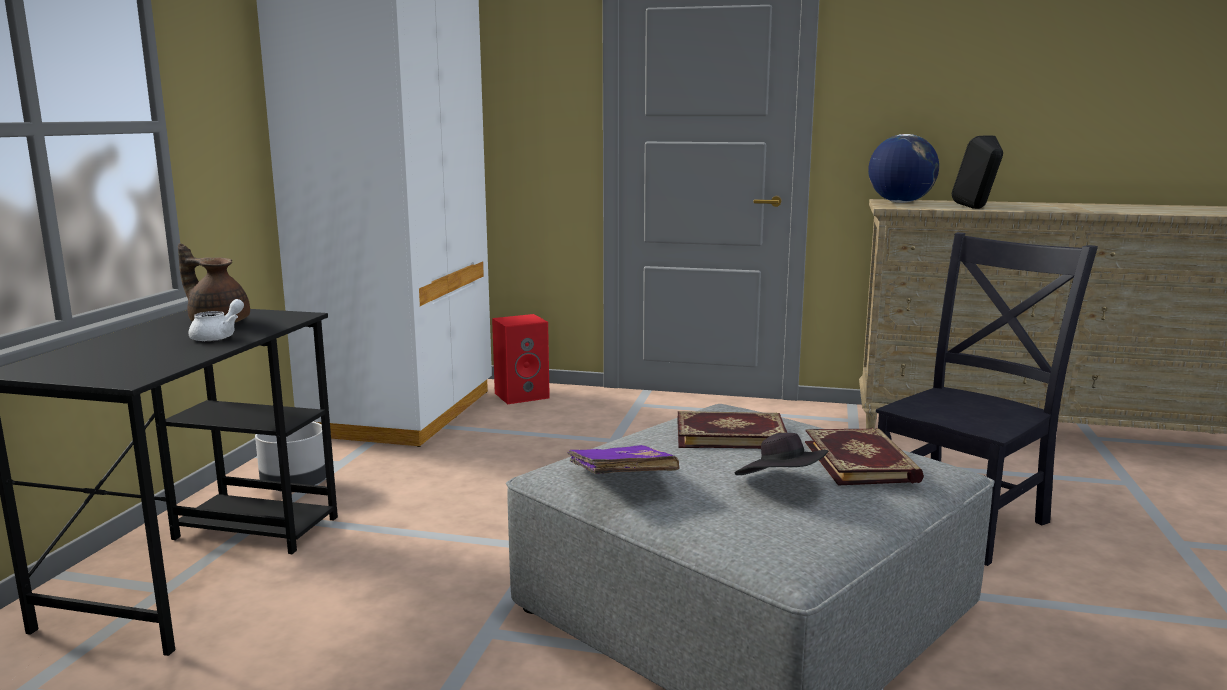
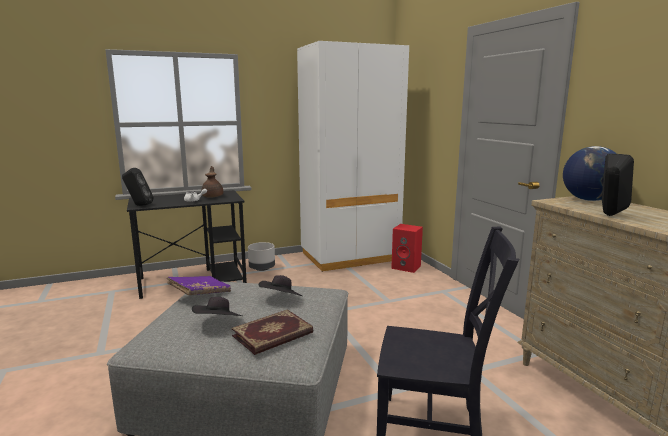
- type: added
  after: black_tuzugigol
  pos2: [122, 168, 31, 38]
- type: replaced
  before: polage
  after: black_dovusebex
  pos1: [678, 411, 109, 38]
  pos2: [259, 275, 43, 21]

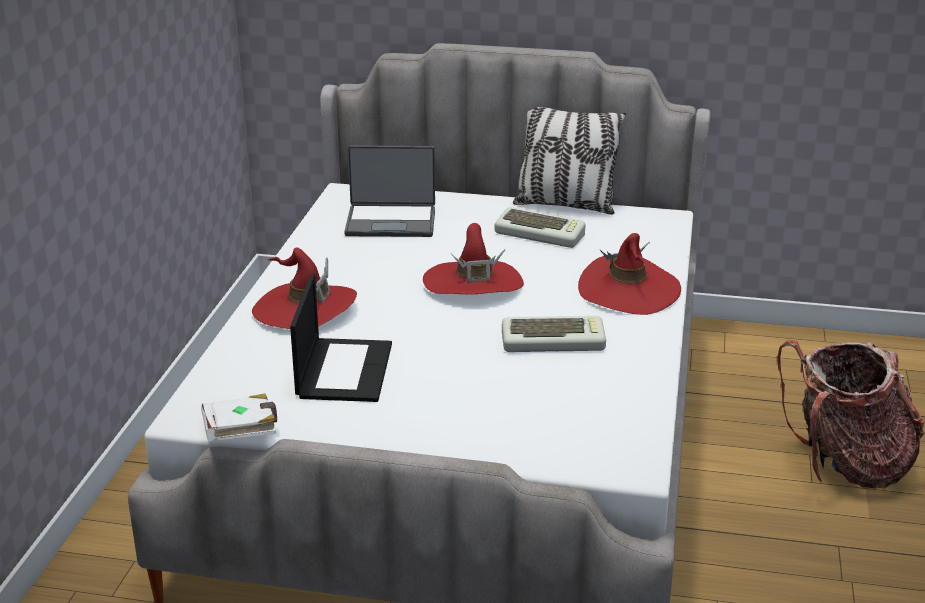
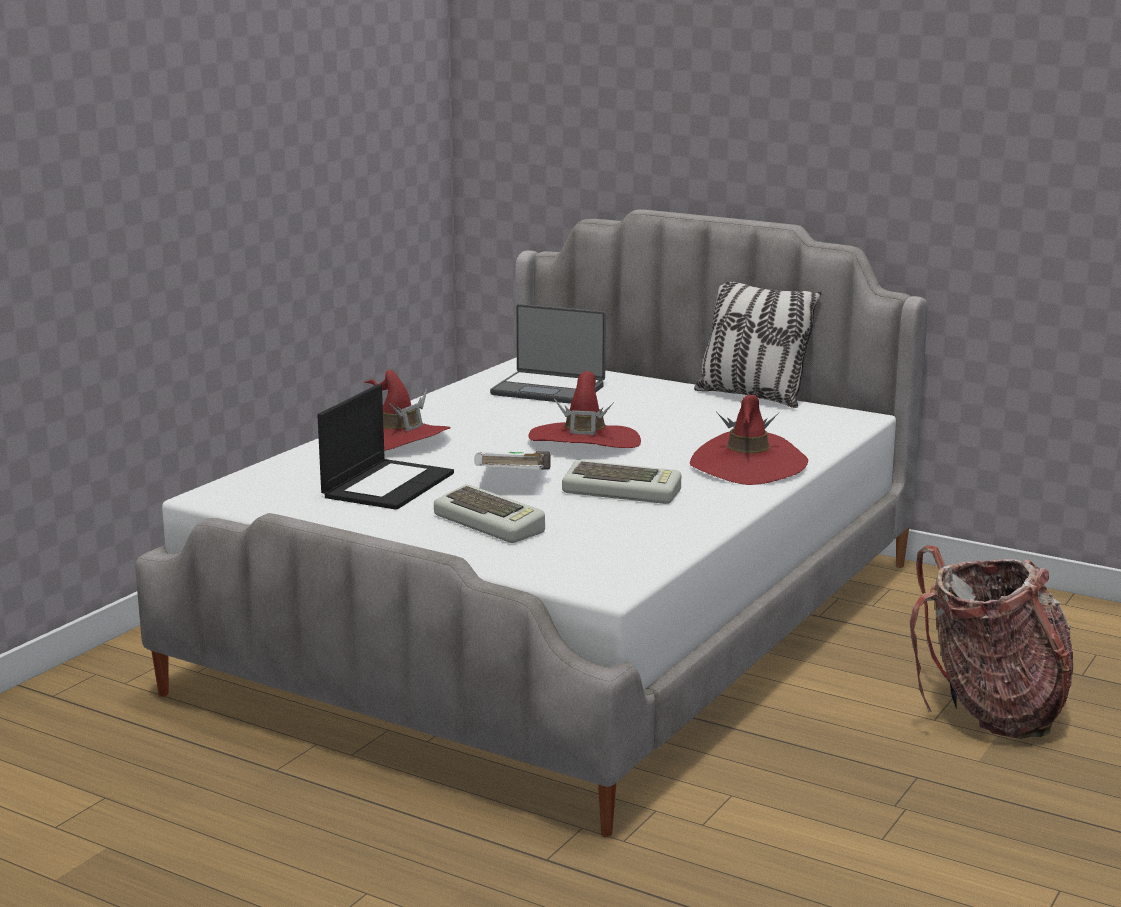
- type: moved
  before: white_polage
  pos1: [201, 393, 76, 48]
  pos2: [474, 451, 77, 19]
- type: moved
  before: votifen
  pos1: [495, 207, 90, 41]
  pos2: [434, 484, 111, 59]

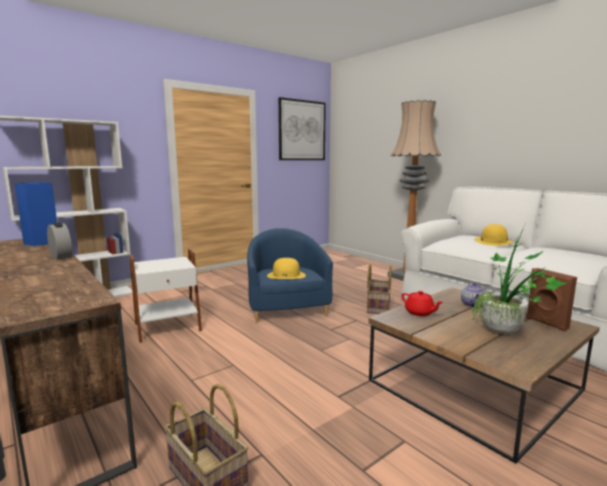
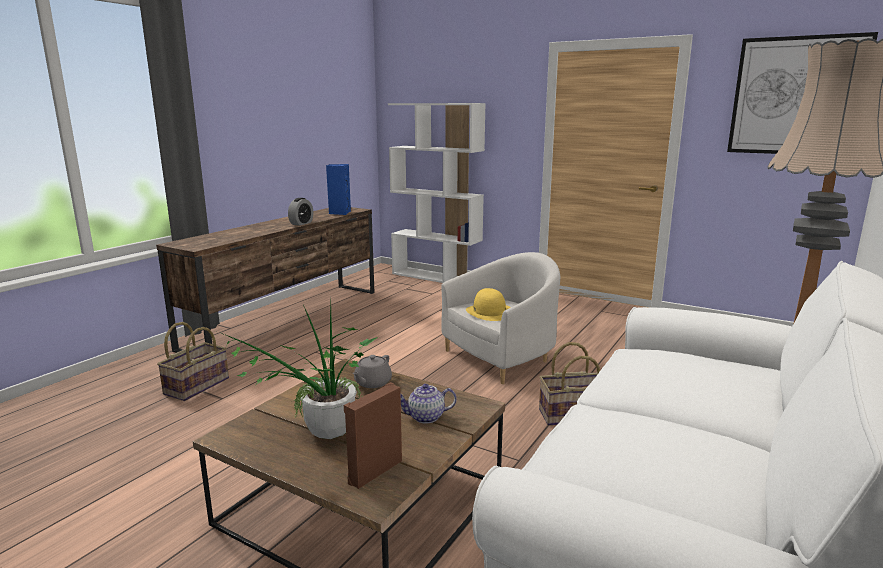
- type: removed
  before: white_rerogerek
  pos1: [129, 249, 73, 94]
- type: removed
  before: yellow_dovusebex
  pos1: [475, 224, 39, 22]
- type: recoloured
  before: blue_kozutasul
  after: white_kozutasul
  pos1: [247, 228, 86, 95]
  pos2: [441, 252, 119, 132]
- type: recoloured
  before: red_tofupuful
  after: grey_tofupuful
  pos1: [401, 291, 42, 25]
  pos2: [353, 355, 39, 33]

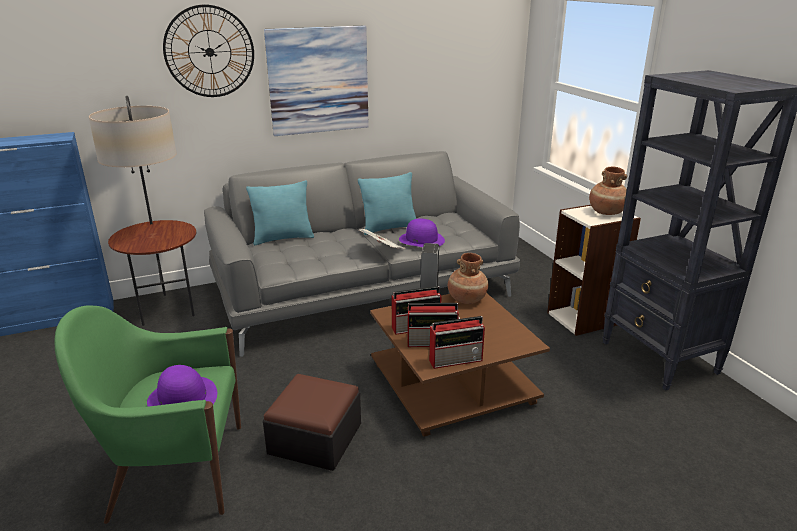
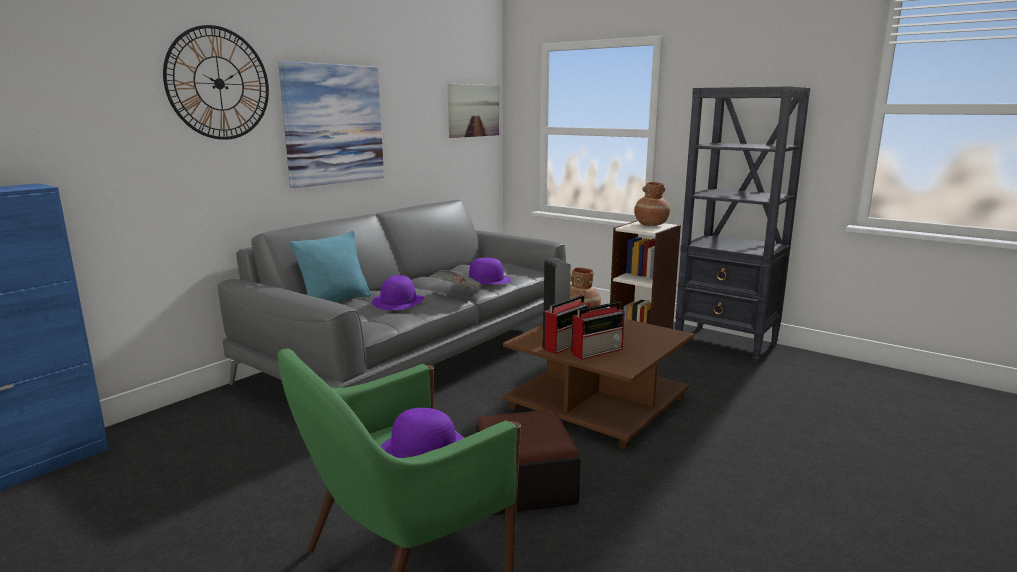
- type: removed
  before: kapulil
  pos1: [89, 96, 107, 230]
- type: removed
  before: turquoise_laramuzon
  pos1: [358, 172, 58, 63]
- type: removed
  before: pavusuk
  pos1: [429, 316, 56, 53]
- type: added
  after: purple_dovusebex
  pos2: [372, 275, 52, 35]
- type: added
  after: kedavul
  pos2: [448, 84, 51, 54]

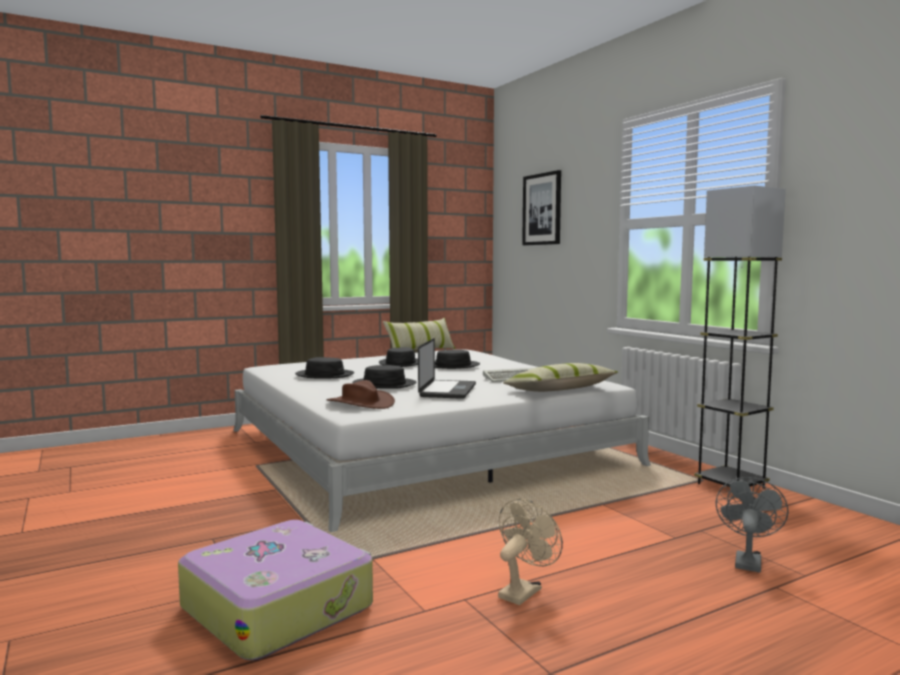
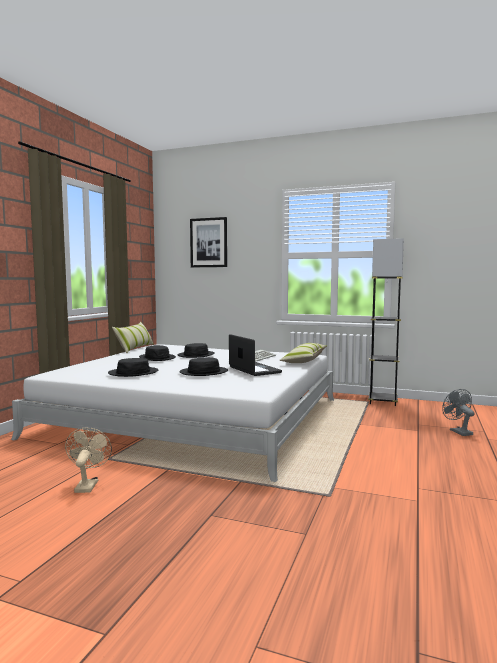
- type: removed
  before: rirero
  pos1: [178, 520, 195, 140]
- type: removed
  before: brown_dovusebex
  pos1: [327, 380, 68, 29]
- type: moved
  before: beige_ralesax
  pos1: [498, 499, 65, 106]
  pos2: [65, 427, 47, 66]

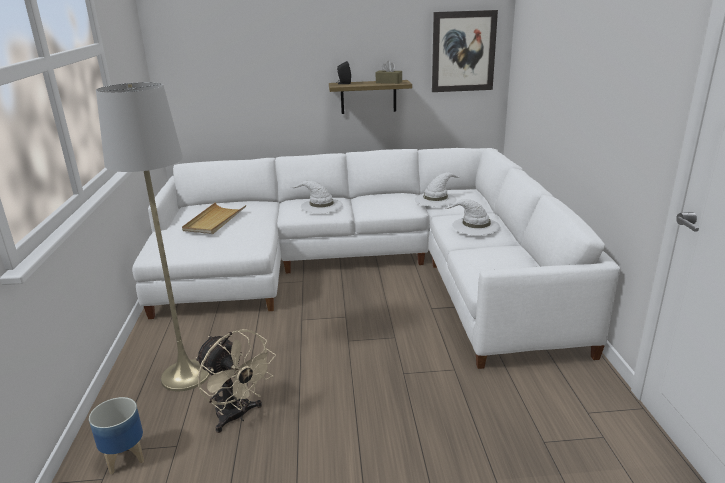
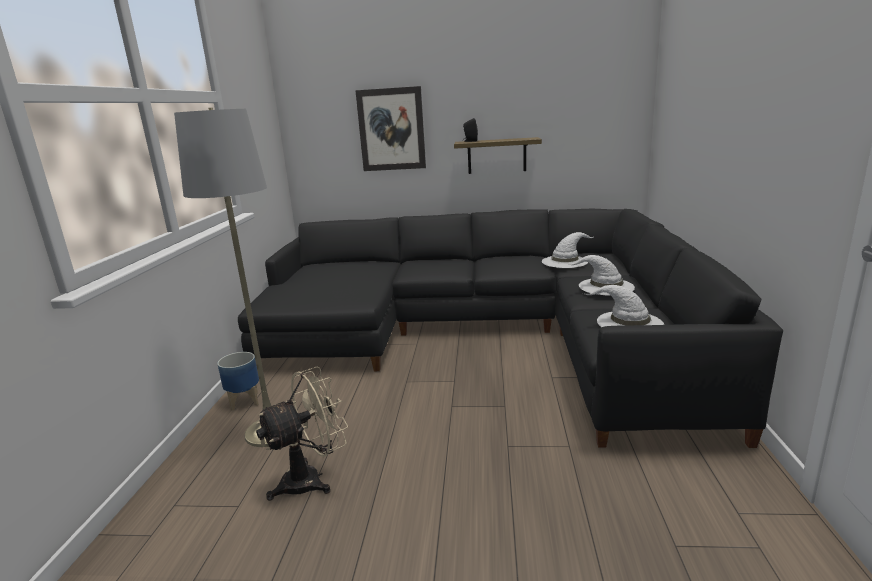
- type: removed
  before: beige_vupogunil
  pos1: [182, 202, 64, 32]
- type: removed
  before: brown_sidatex
  pos1: [376, 61, 26, 23]
- type: moved
  before: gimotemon
  pos1: [89, 397, 55, 77]
  pos2: [217, 352, 42, 59]
- type: moved
  before: white_dovusebex
  pos1: [291, 181, 52, 32]
  pos2: [583, 285, 81, 42]
- type: moved
  before: kedavul
  pos1: [432, 10, 66, 82]
  pos2: [355, 86, 71, 85]
- type: recoloured
  before: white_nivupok
  after: black_nivupok
  pos1: [132, 148, 489, 221]
  pos2: [238, 209, 545, 239]
- type: turned
  before: beige_ralesax
  pos1: [196, 329, 80, 104]
  pos2: [256, 366, 92, 135]
  turn: -90

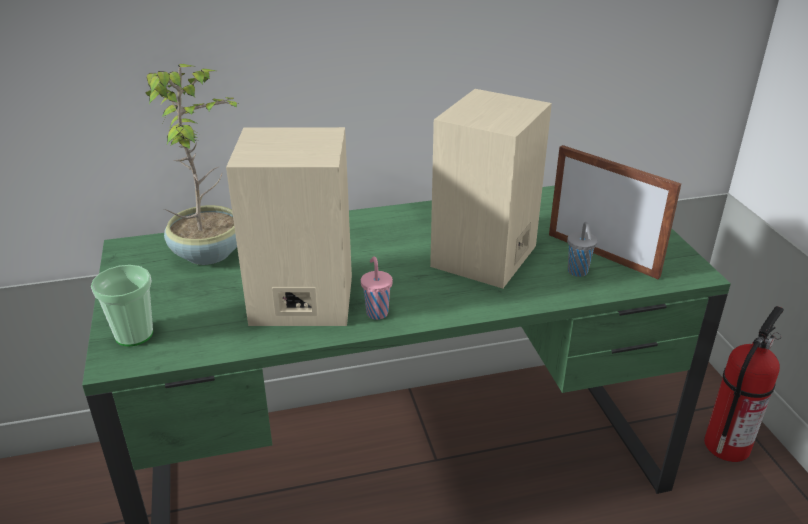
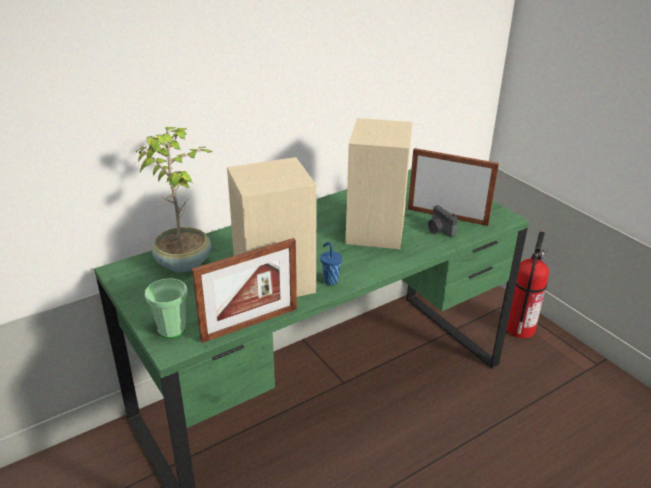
- type: added
  after: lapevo
  pos2: [192, 238, 105, 105]
- type: replaced
  before: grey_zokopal
  after: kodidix
  pos1: [567, 222, 31, 55]
  pos2: [428, 205, 29, 32]
- type: recoloured
  before: pink_zokopal
  after: blue_zokopal
  pos1: [361, 256, 32, 64]
  pos2: [320, 242, 22, 43]

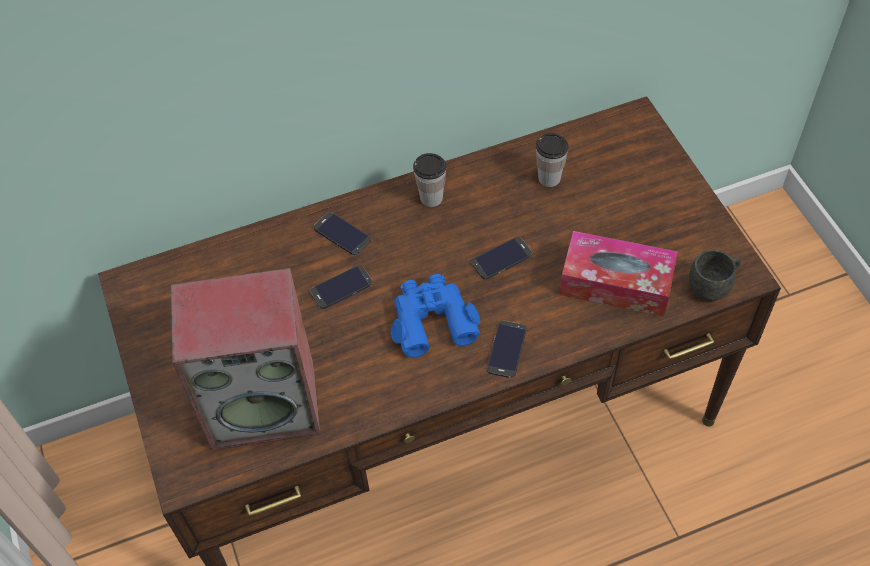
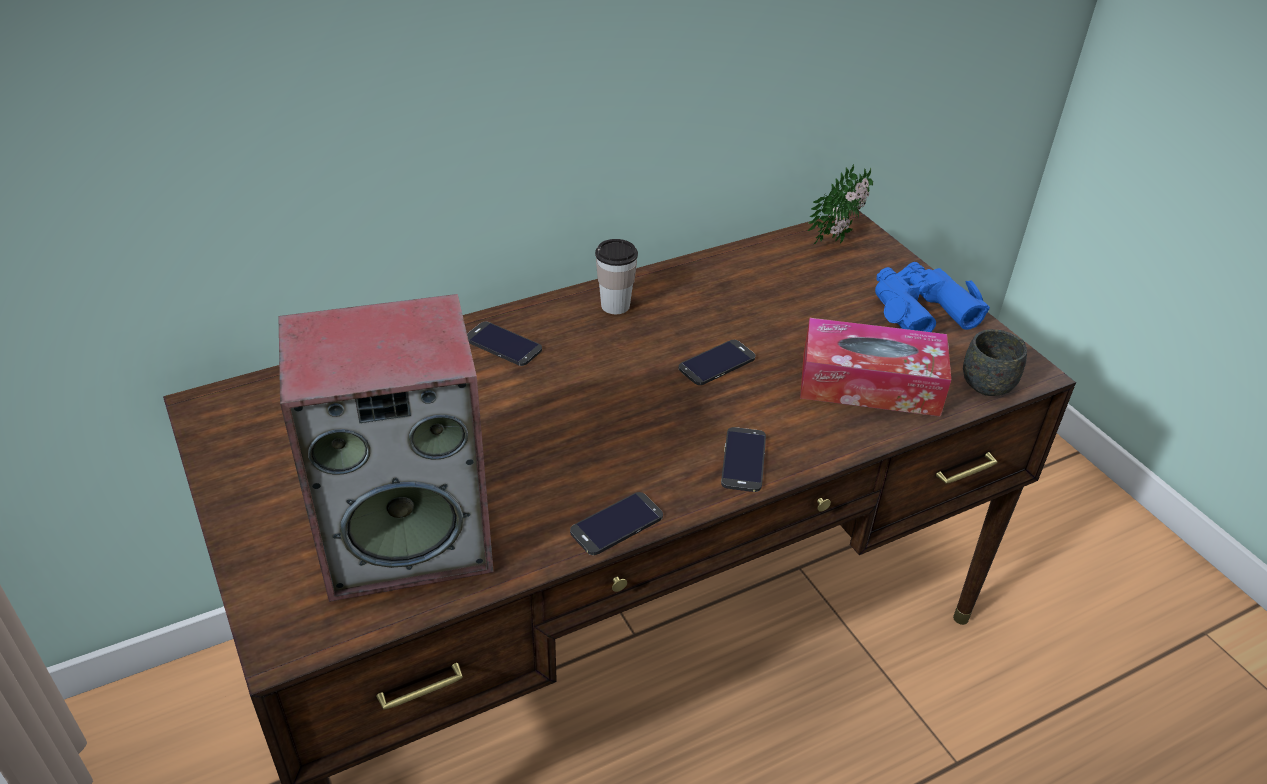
- type: removed
  before: zokopal
  pos1: [536, 133, 33, 54]
- type: added
  after: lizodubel
  pos2: [807, 164, 66, 80]
- type: moved
  before: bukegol
  pos1: [310, 265, 62, 44]
  pos2: [570, 492, 93, 63]
- type: moved
  before: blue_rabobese
  pos1: [391, 274, 89, 84]
  pos2: [875, 262, 115, 70]

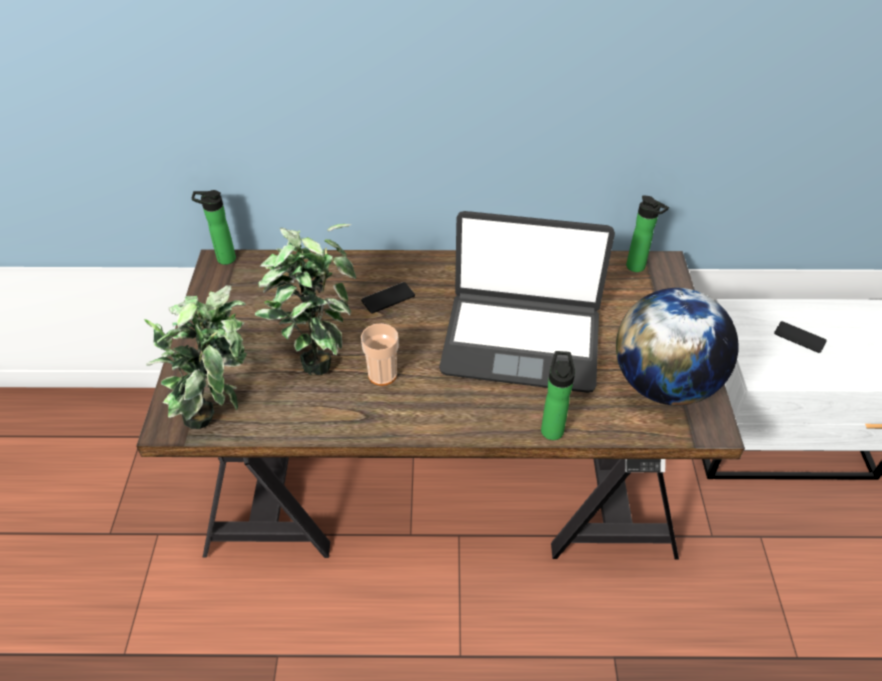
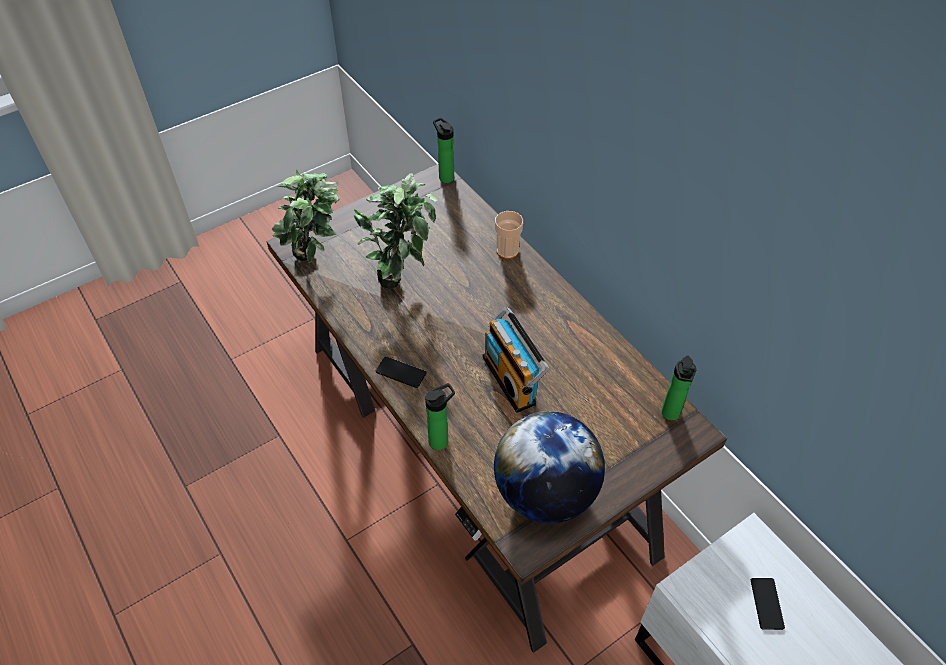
- type: moved
  before: bukegol
  pos1: [361, 282, 54, 31]
  pos2: [376, 356, 51, 32]
- type: moved
  before: zokopal
  pos1: [361, 323, 38, 63]
  pos2: [495, 211, 28, 48]
- type: replaced
  before: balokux
  after: pavusuk
  pos1: [439, 211, 176, 182]
  pos2: [483, 307, 66, 106]

